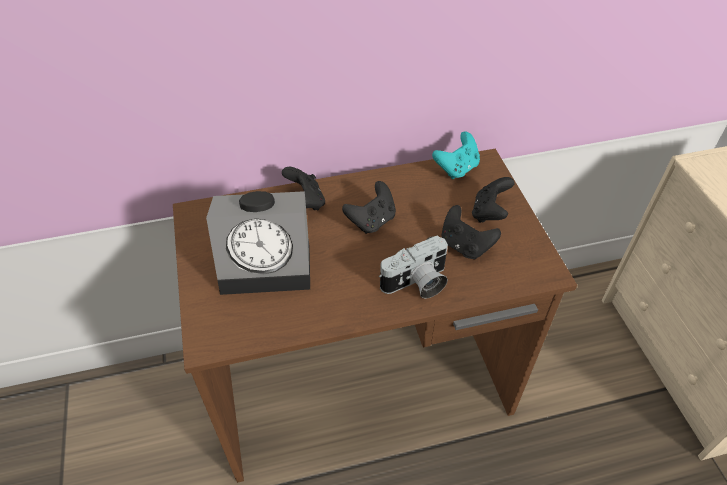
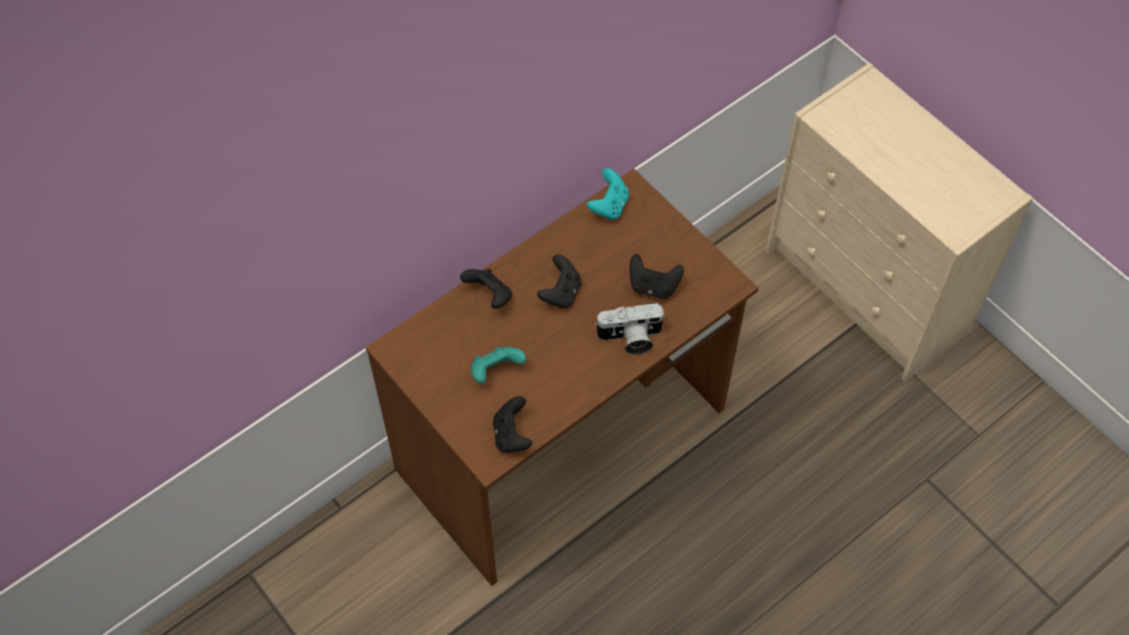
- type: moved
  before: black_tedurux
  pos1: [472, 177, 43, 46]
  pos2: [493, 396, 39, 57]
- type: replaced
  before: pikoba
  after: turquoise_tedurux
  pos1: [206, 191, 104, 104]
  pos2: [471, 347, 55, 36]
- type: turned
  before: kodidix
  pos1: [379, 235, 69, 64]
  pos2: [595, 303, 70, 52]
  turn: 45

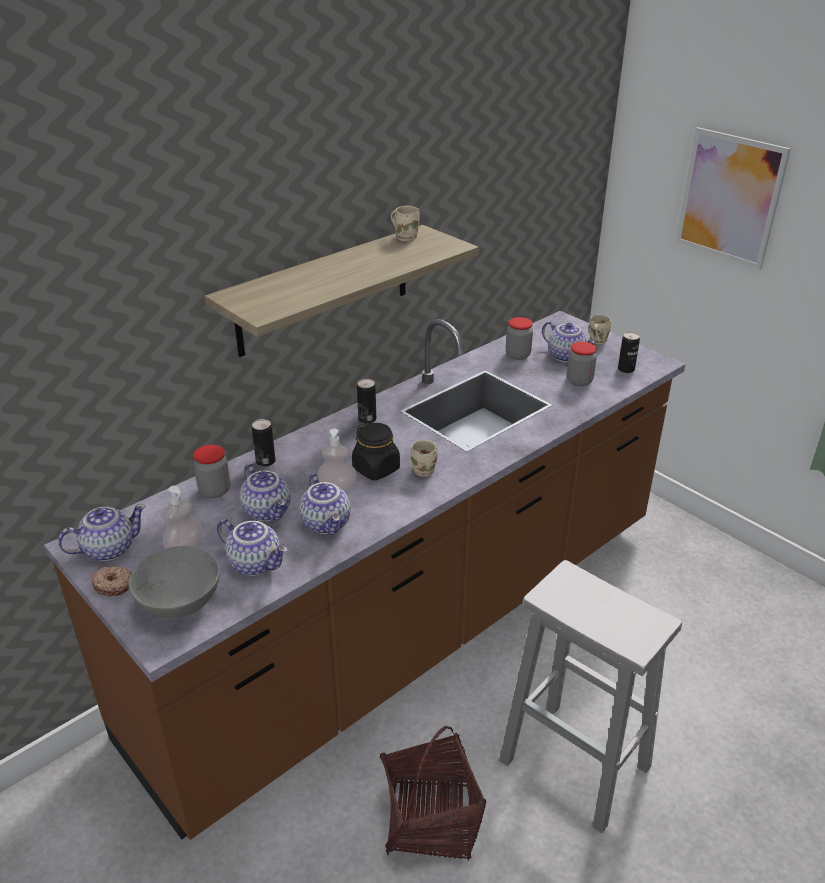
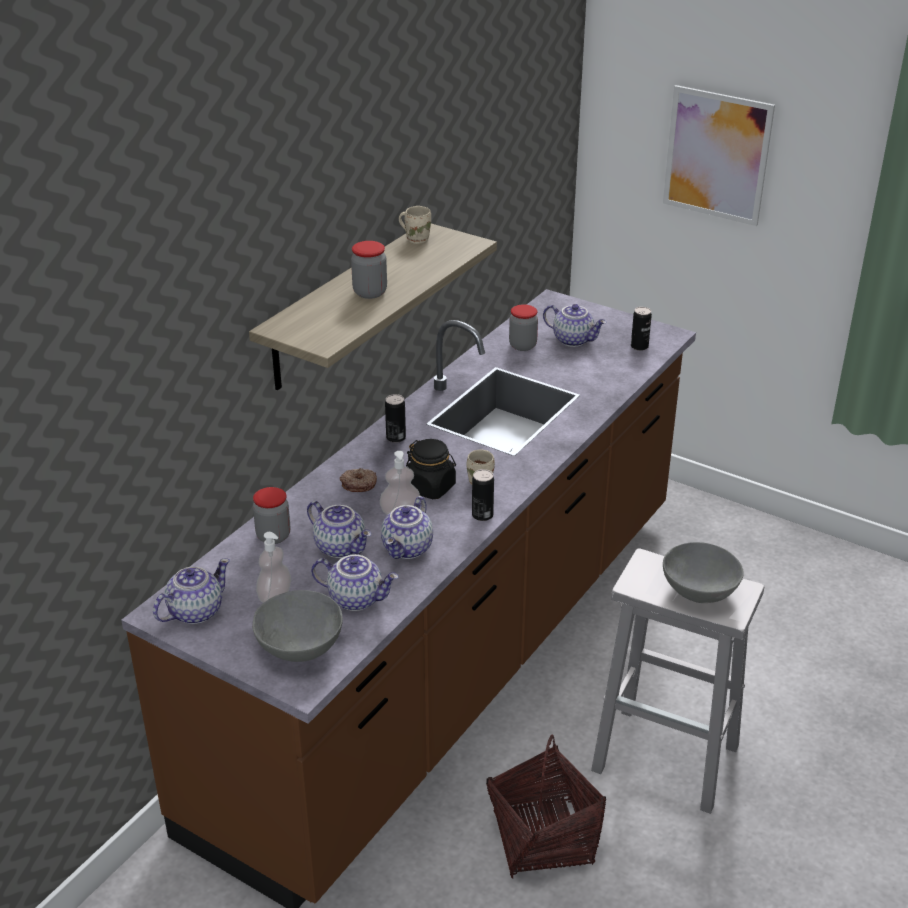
- type: removed
  before: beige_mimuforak
  pos1: [589, 315, 22, 29]
- type: added
  after: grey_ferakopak
  pos2: [663, 542, 81, 61]
- type: moved
  before: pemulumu
  pos1: [91, 567, 41, 29]
  pos2: [340, 468, 37, 24]
- type: moved
  before: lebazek
  pos1: [252, 419, 24, 48]
  pos2: [472, 469, 22, 52]
- type: moved
  before: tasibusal
  pos1: [567, 342, 30, 44]
  pos2: [351, 241, 36, 58]
- type: turned
  before: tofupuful
  pos1: [299, 473, 52, 62]
  pos2: [381, 496, 52, 63]
  turn: 60

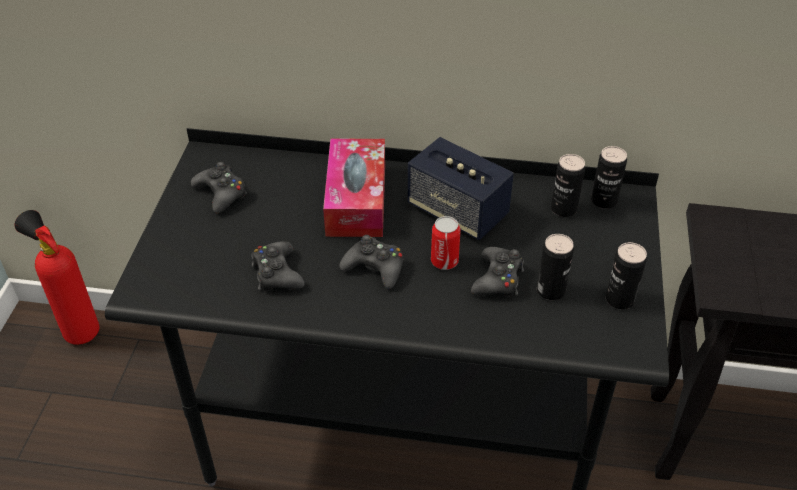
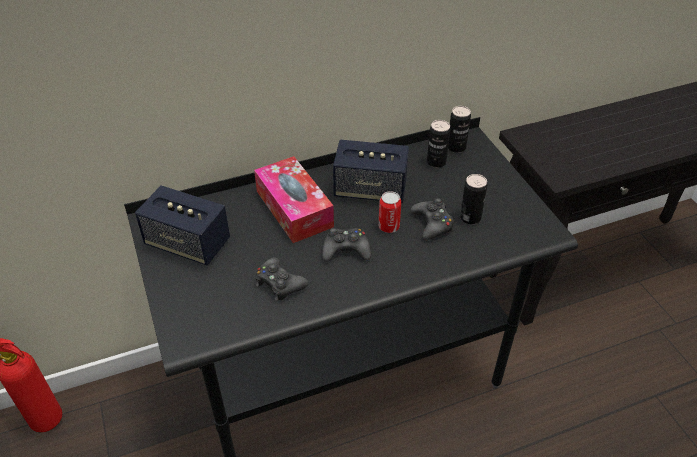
- type: removed
  before: lebazek
  pos1: [606, 242, 41, 67]
- type: replaced
  before: black_tedurux
  after: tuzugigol
  pos1: [191, 162, 56, 51]
  pos2: [135, 185, 95, 80]

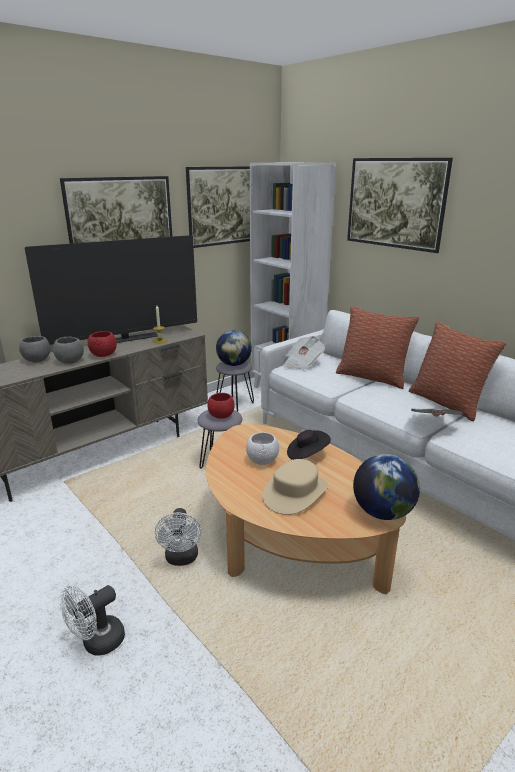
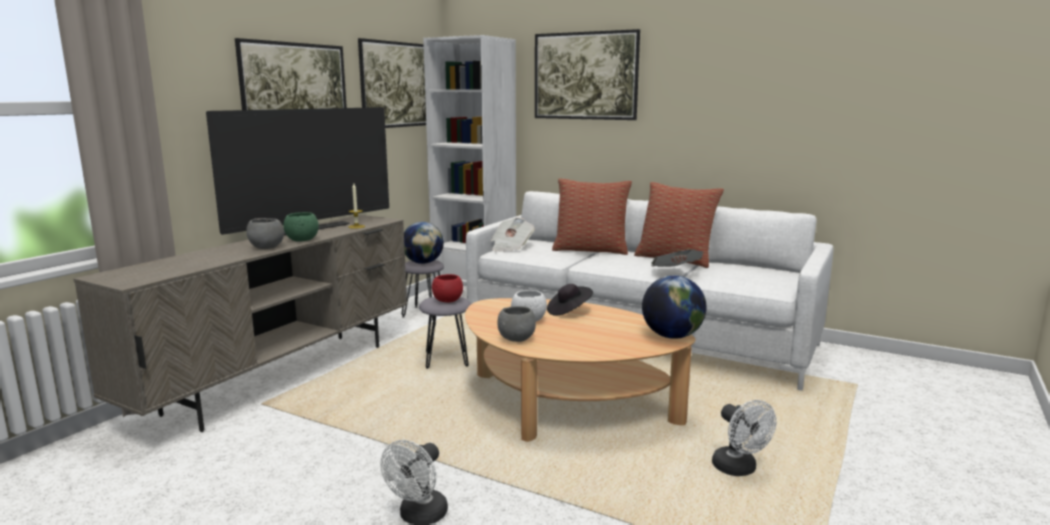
- type: removed
  before: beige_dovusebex
  pos1: [262, 459, 66, 56]
- type: moved
  before: grey_ferakopak
  pos1: [19, 336, 31, 26]
  pos2: [497, 306, 39, 36]
- type: moved
  before: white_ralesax
  pos1: [155, 508, 46, 58]
  pos2: [712, 400, 65, 76]
- type: recoloured
  before: red_ferakopak
  after: green_ferakopak
  pos1: [88, 331, 29, 26]
  pos2: [283, 212, 36, 30]

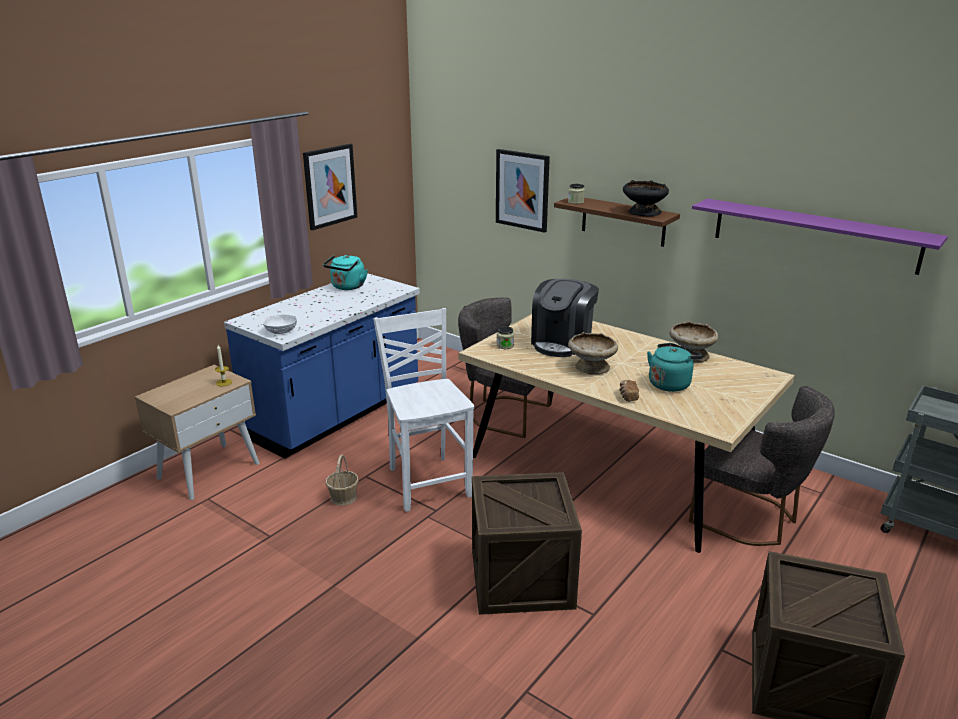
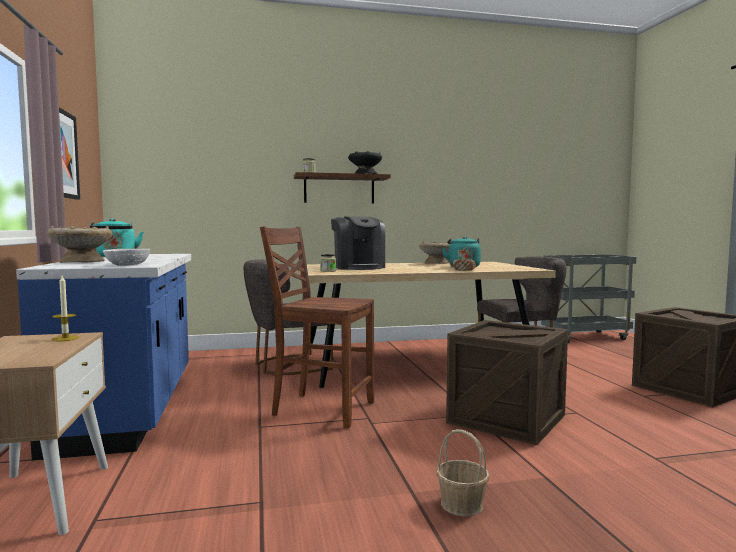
- type: removed
  before: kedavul
  pos1: [496, 149, 54, 84]
- type: removed
  before: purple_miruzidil
  pos1: [692, 199, 256, 76]
- type: moved
  before: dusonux
  pos1: [326, 455, 33, 51]
  pos2: [436, 429, 53, 87]
- type: moved
  before: beige_ferakopak
  pos1: [568, 332, 50, 43]
  pos2: [47, 226, 65, 37]
- type: recoloured
  before: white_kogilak
  after: brown_kogilak
  pos1: [373, 308, 102, 204]
  pos2: [260, 226, 114, 202]

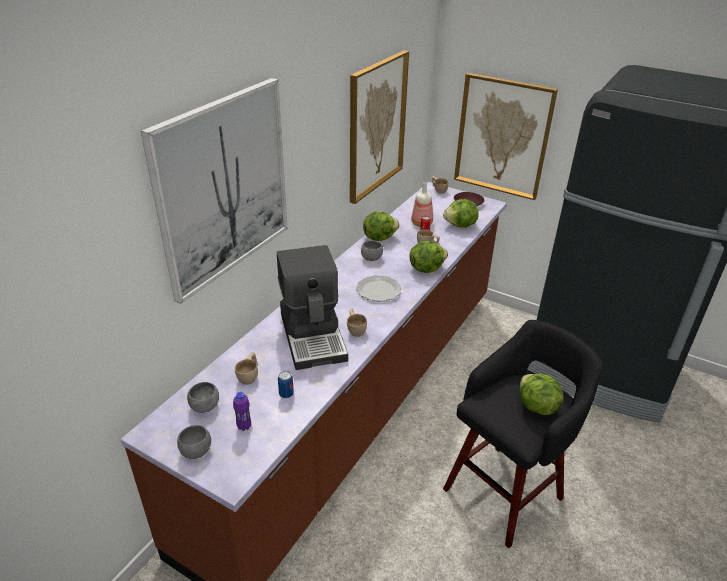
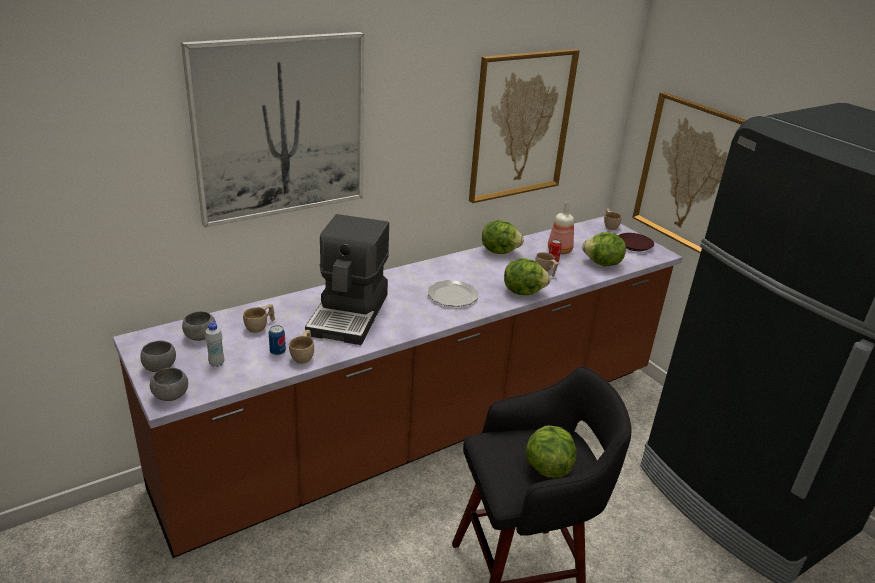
- type: moved
  before: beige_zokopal
  pos1: [347, 309, 20, 28]
  pos2: [289, 330, 25, 34]
- type: moved
  before: grey_ferakopak
  pos1: [361, 240, 22, 21]
  pos2: [150, 368, 38, 33]
- type: recoloured
  before: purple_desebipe
  after: white_desebipe
  pos1: [233, 392, 18, 39]
  pos2: [205, 322, 19, 45]

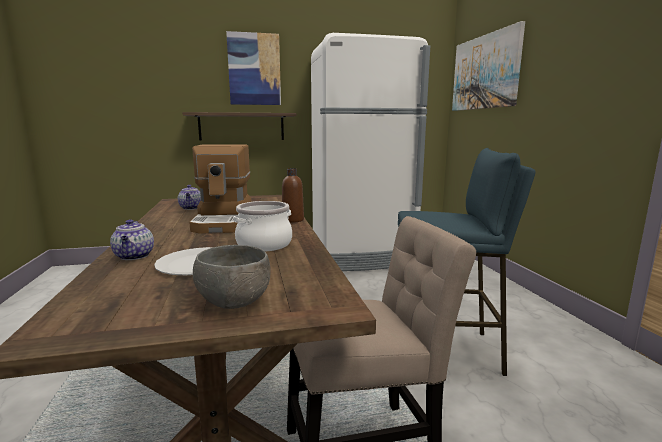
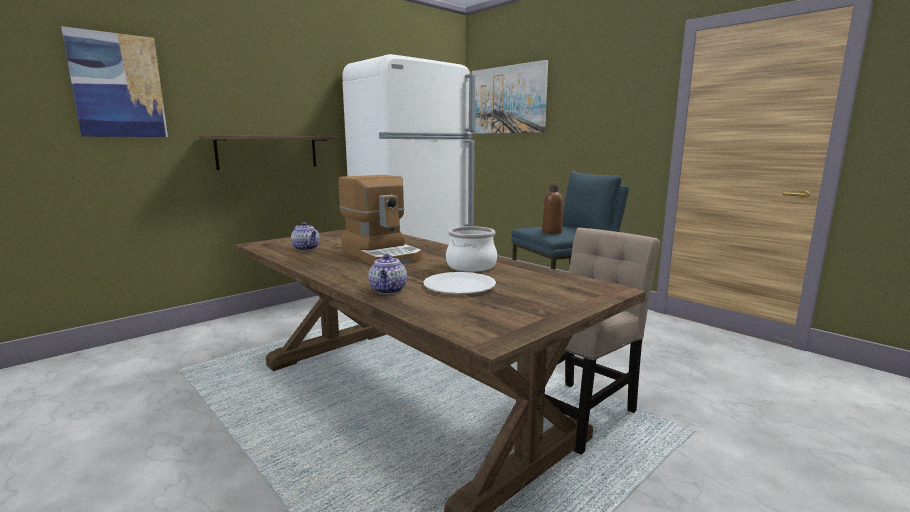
- type: removed
  before: grey_ferakopak
  pos1: [193, 245, 78, 64]
- type: moved
  before: kedavul
  pos1: [226, 31, 55, 74]
  pos2: [62, 26, 106, 111]
- type: moved
  before: brown_desebipe
  pos1: [282, 168, 22, 55]
  pos2: [542, 185, 21, 49]
- type: turned
  before: tofupuful
  pos1: [110, 220, 44, 40]
  pos2: [368, 254, 39, 40]
  turn: 45

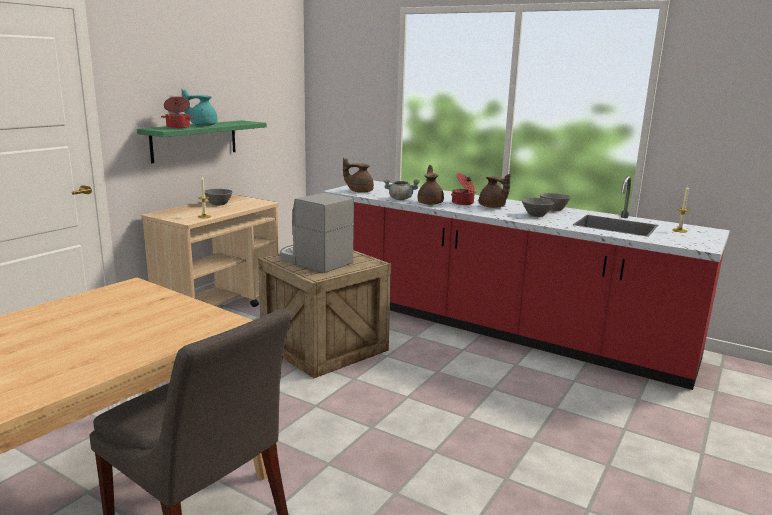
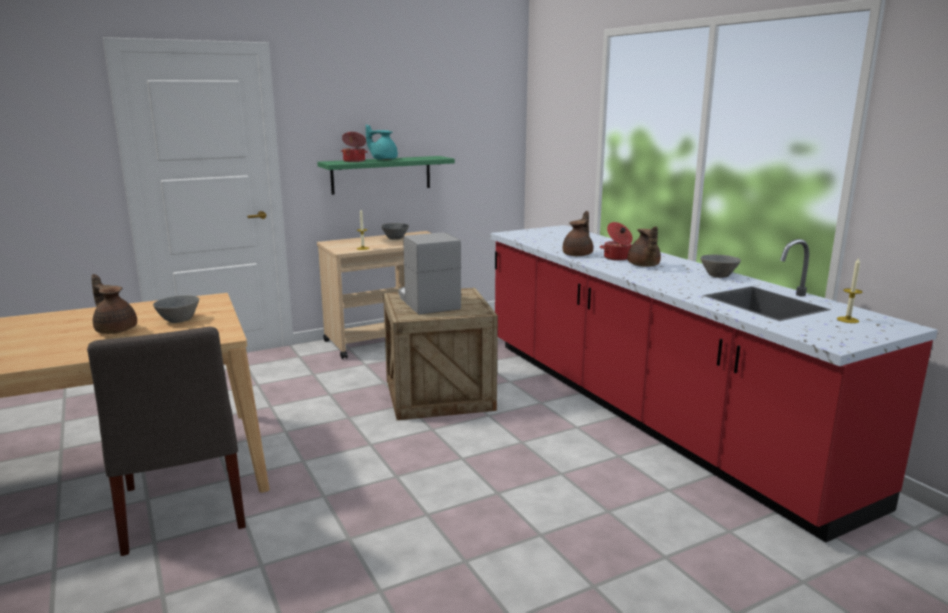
- type: removed
  before: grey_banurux
  pos1: [384, 179, 36, 21]
- type: moved
  before: brown_tofupuful
  pos1: [343, 158, 31, 35]
  pos2: [91, 274, 46, 60]
- type: moved
  before: grey_ferakopak
  pos1: [522, 198, 32, 19]
  pos2: [153, 295, 46, 28]

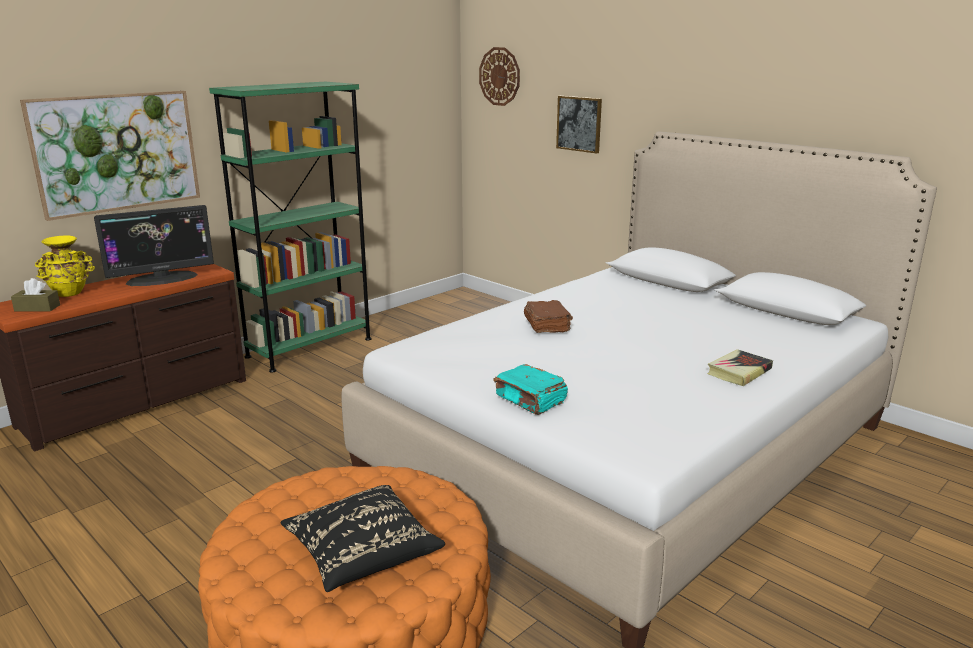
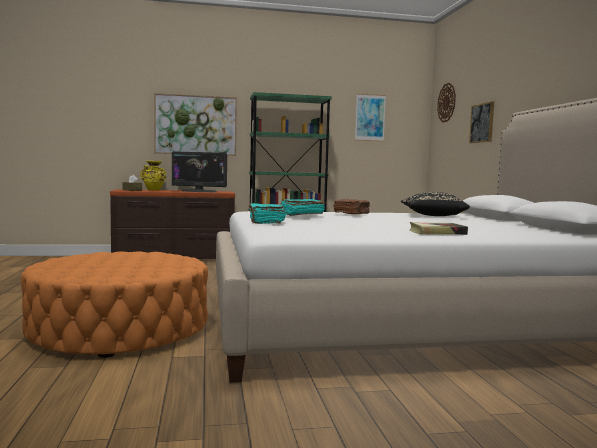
- type: added
  after: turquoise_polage
  pos2: [281, 199, 44, 17]
- type: added
  after: kedavul
  pos2: [355, 94, 31, 48]
- type: moved
  before: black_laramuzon
  pos1: [280, 485, 165, 107]
  pos2: [401, 192, 69, 24]

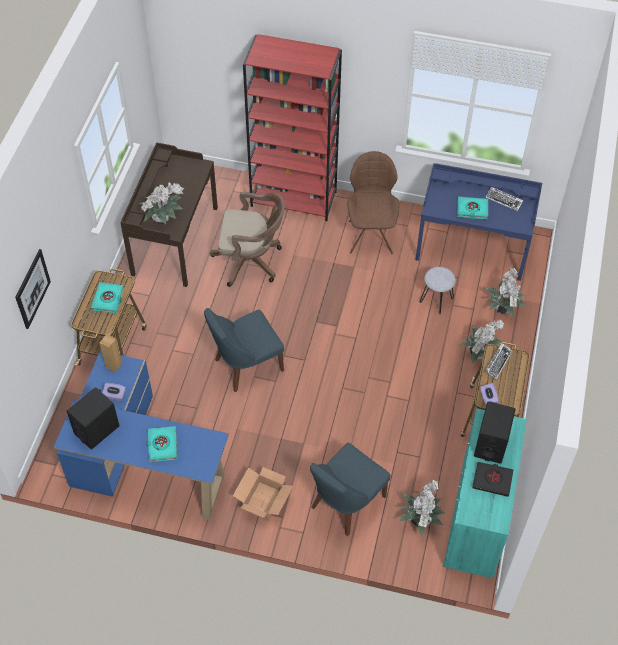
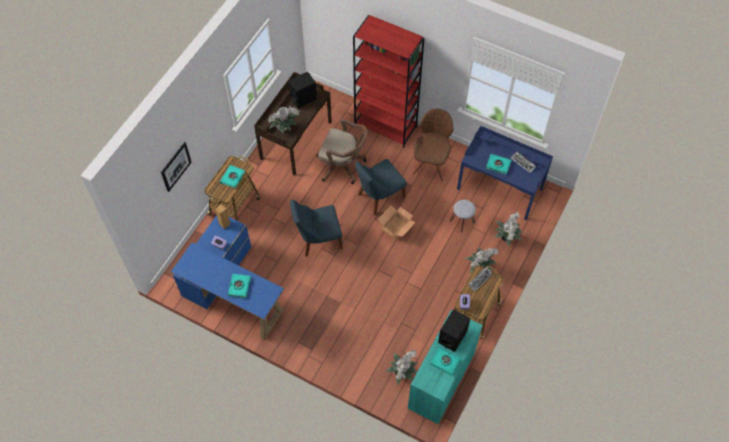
- type: moved
  before: black_tuzugigol
  pos1: [67, 387, 53, 63]
  pos2: [288, 72, 29, 36]
- type: moved
  before: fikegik
  pos1: [233, 467, 60, 54]
  pos2: [377, 205, 39, 35]
- type: moved
  before: blue_kogilak
  pos1: [310, 443, 80, 93]
  pos2: [355, 159, 52, 56]
- type: recoloured
  before: black_polage
  after: turquoise_polage
  pos1: [472, 462, 42, 35]
  pos2: [430, 347, 31, 28]

